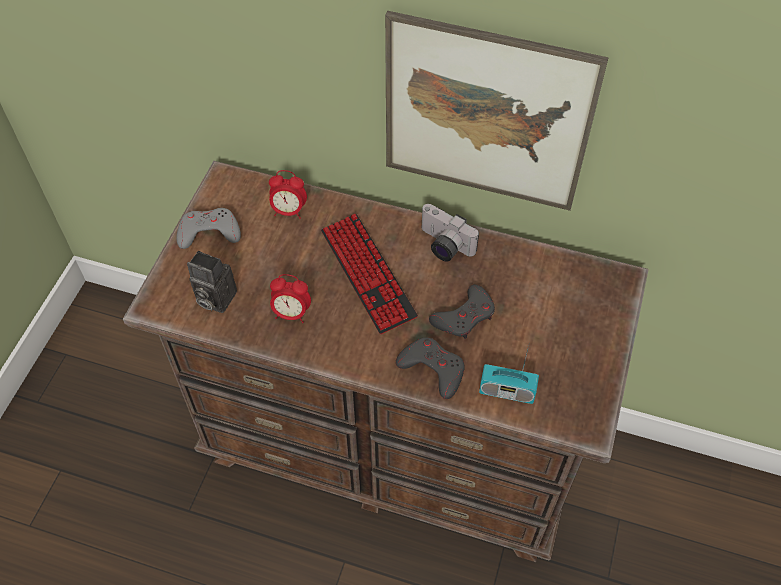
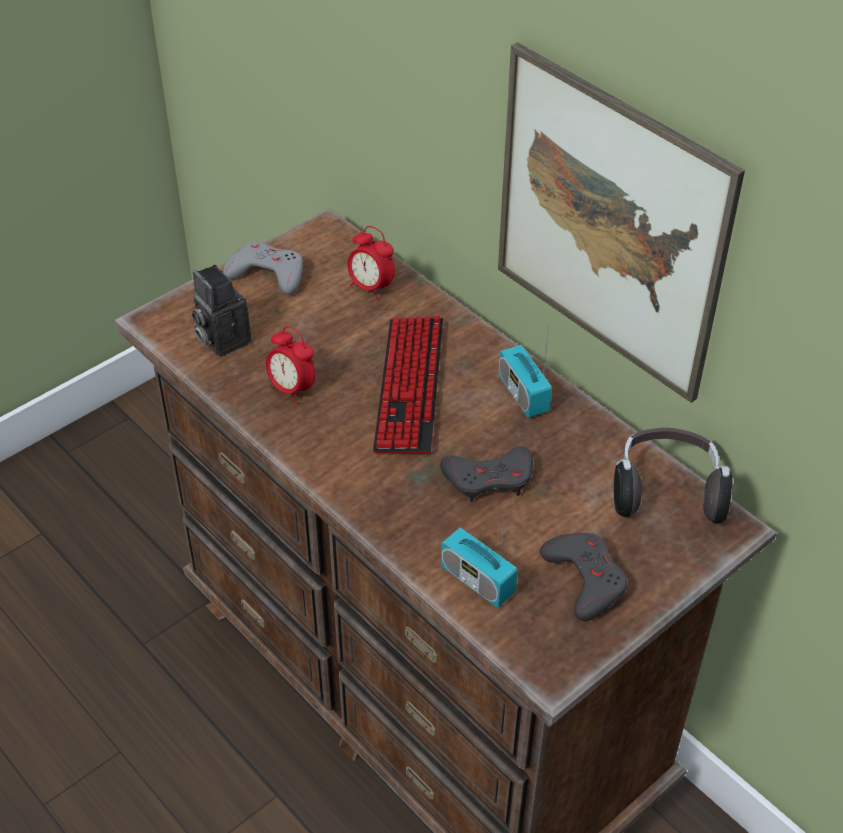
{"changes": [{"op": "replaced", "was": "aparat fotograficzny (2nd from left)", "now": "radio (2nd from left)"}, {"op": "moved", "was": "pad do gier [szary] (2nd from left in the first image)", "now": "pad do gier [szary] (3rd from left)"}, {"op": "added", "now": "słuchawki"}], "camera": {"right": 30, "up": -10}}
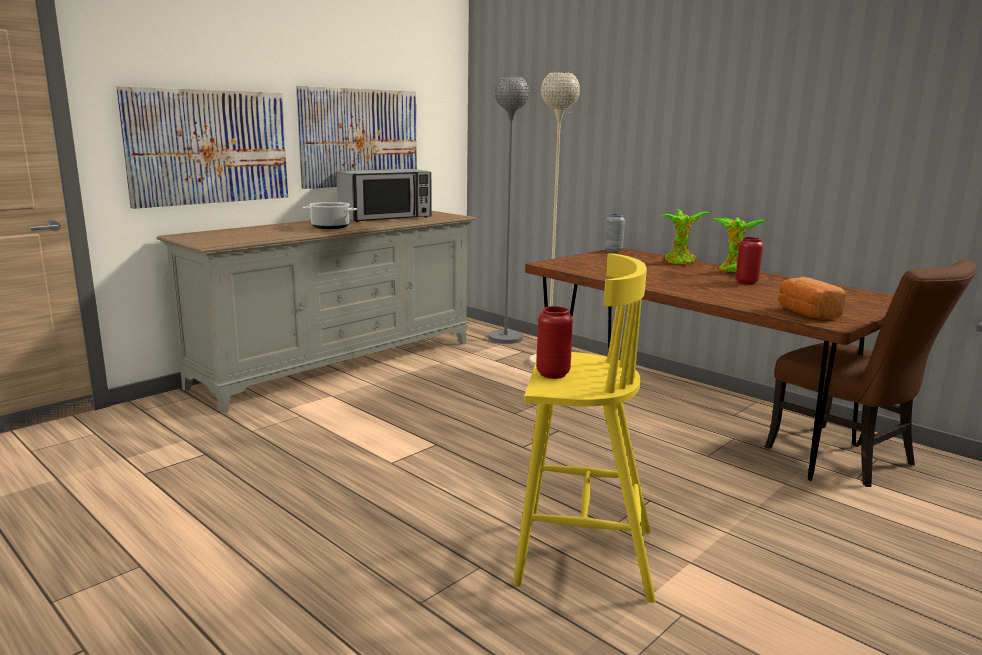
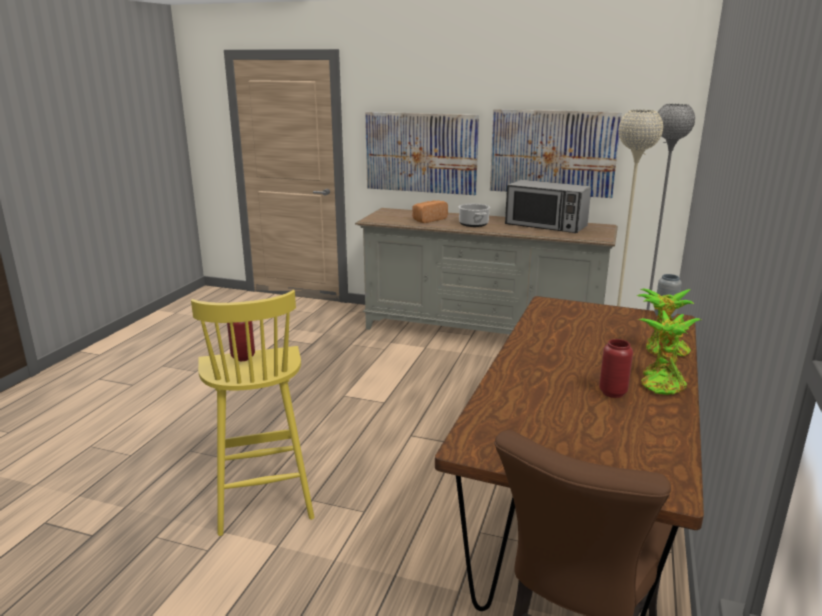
{"changes": [{"op": "moved", "was": "chleb"}], "camera": {"right": 65, "up": 5}}
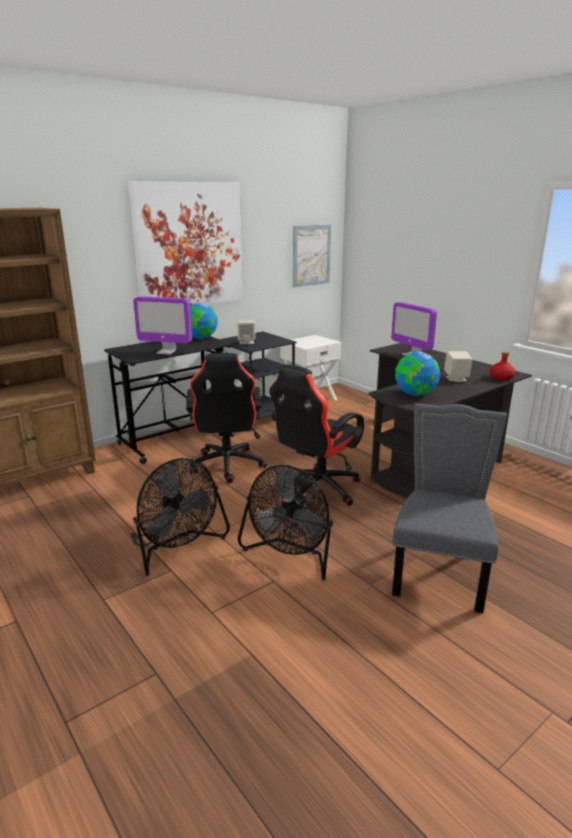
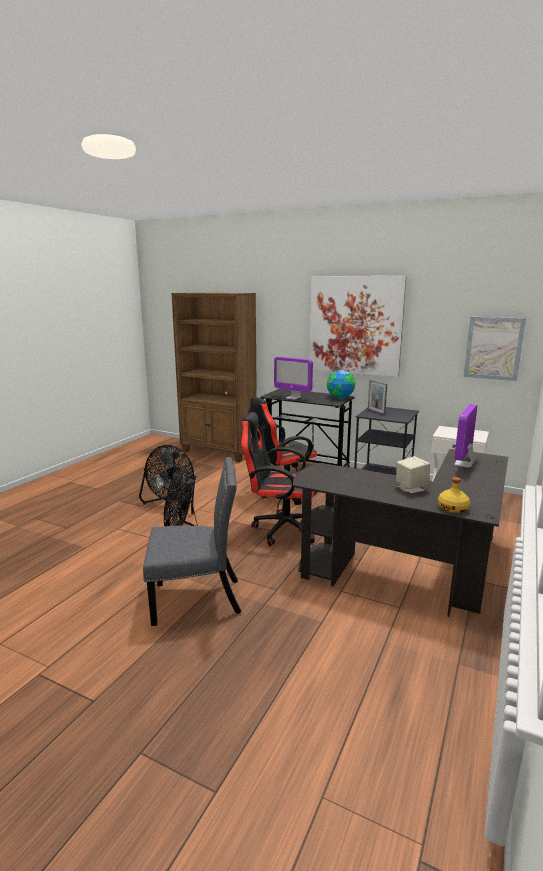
{"changes": [{"op": "turned", "was": "monitor (1st from left)", "clockwise": -45}, {"op": "replaced", "was": "głośnik [beżowy] (1st from left)", "now": "ramka na zdjęcie"}, {"op": "recoloured", "was": "butelka [czerwony]", "now": "butelka [żółty]"}, {"op": "removed", "was": "globus (2nd from left)"}], "camera": {"right": 65, "up": -5}}
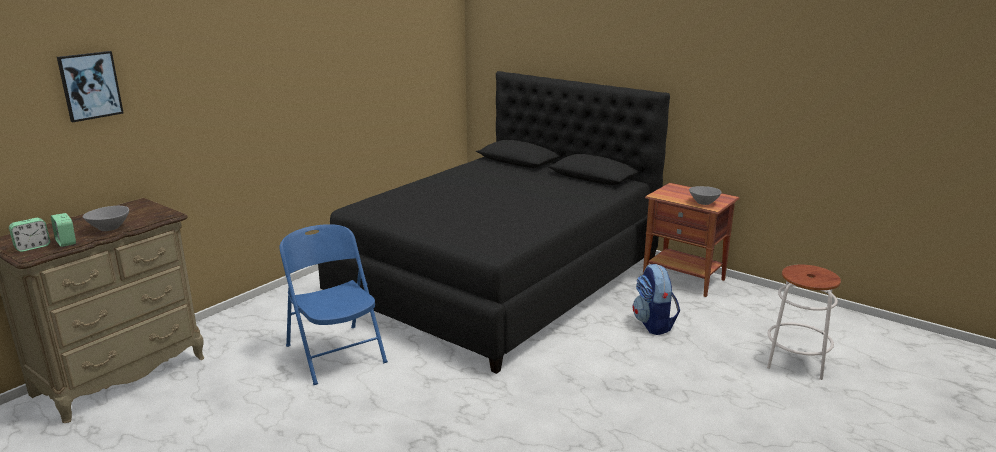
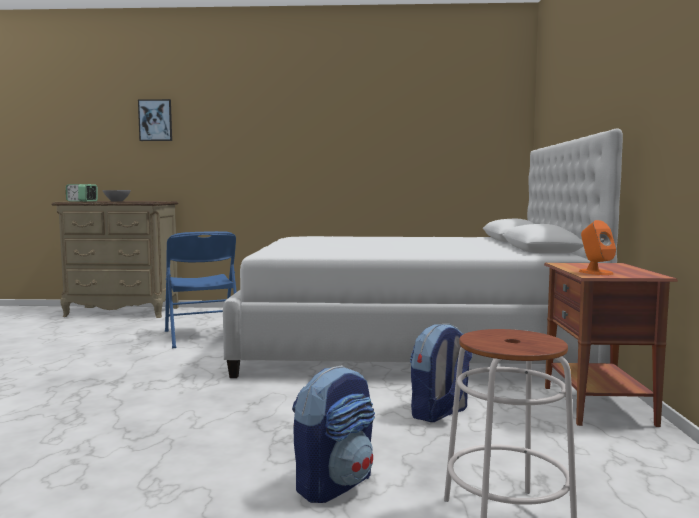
{"changes": [{"op": "turned", "was": "krzesło [niebieski]", "clockwise": 135}, {"op": "recoloured", "was": "łóżko [czarny]", "now": "łóżko [biały]"}, {"op": "added", "now": "plecak (1st from left)"}, {"op": "replaced", "was": "miska [szary] (2nd from left)", "now": "głośnik [pomarańczowy]"}], "camera": {"right": 55, "up": -15}}
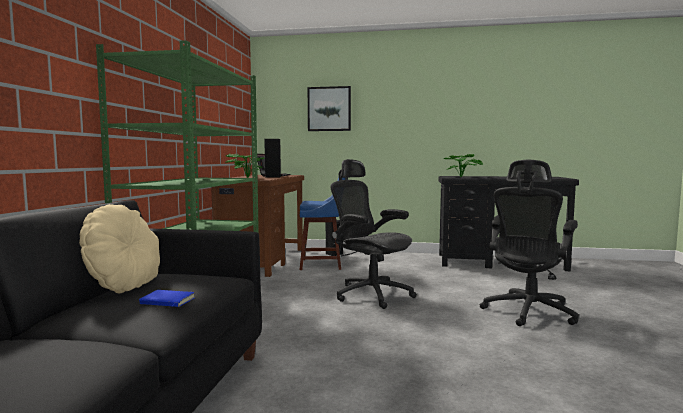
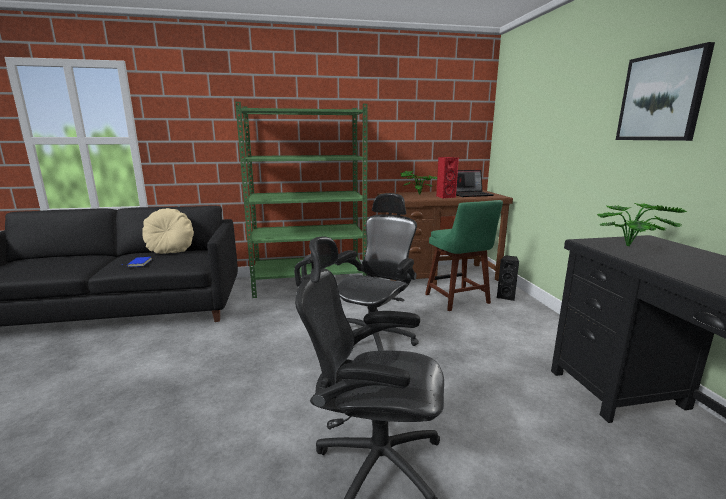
{"changes": [{"op": "recoloured", "was": "krzesło [niebieski]", "now": "krzesło [zielony]"}, {"op": "recoloured", "was": "głośnik [czarny] (1st from left)", "now": "głośnik [czerwony]"}, {"op": "moved", "was": "obraz"}], "camera": {"right": 70, "up": 10}}
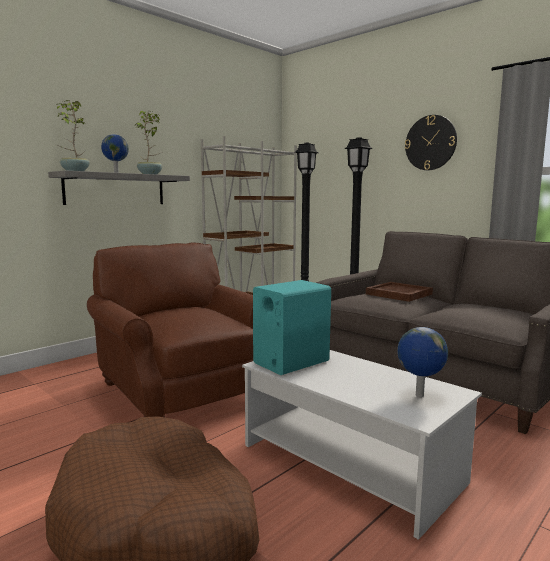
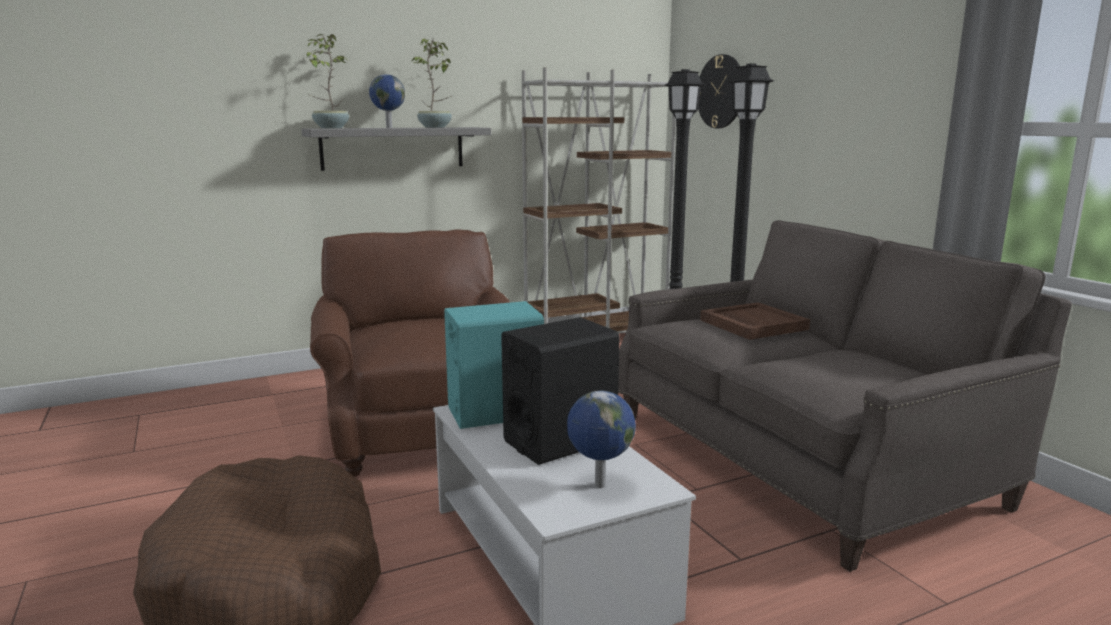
{"changes": [{"op": "added", "now": "głośnik [czarny]"}, {"op": "moved", "was": "zegar ścienny"}], "camera": {"right": 20, "up": 5}}
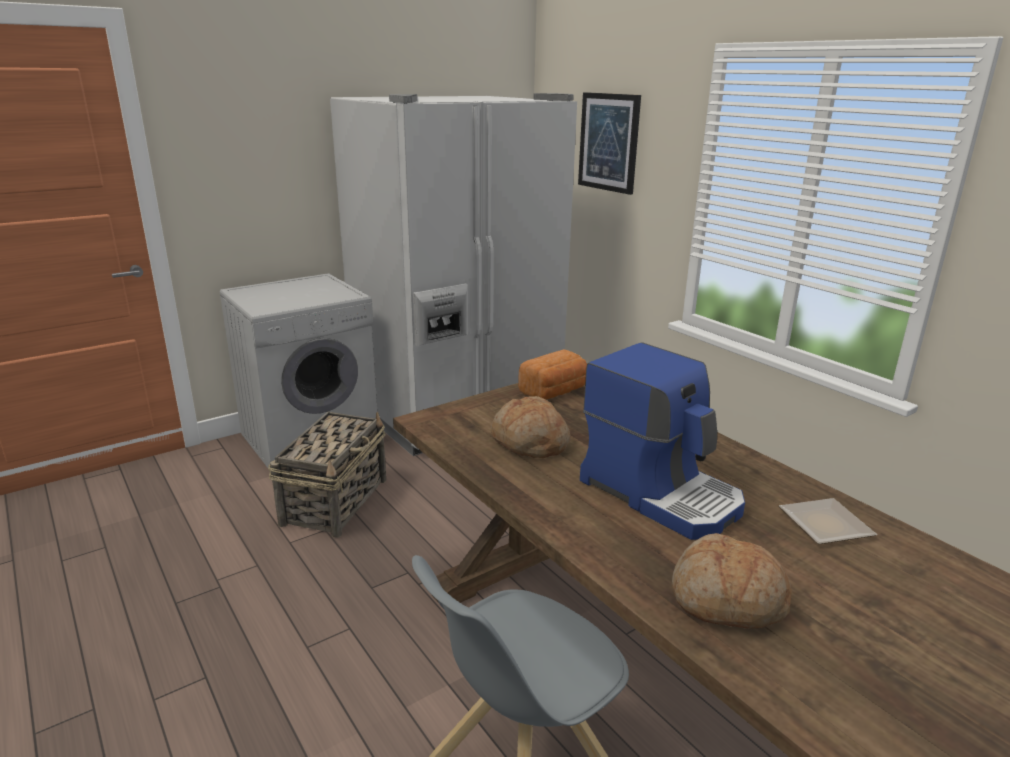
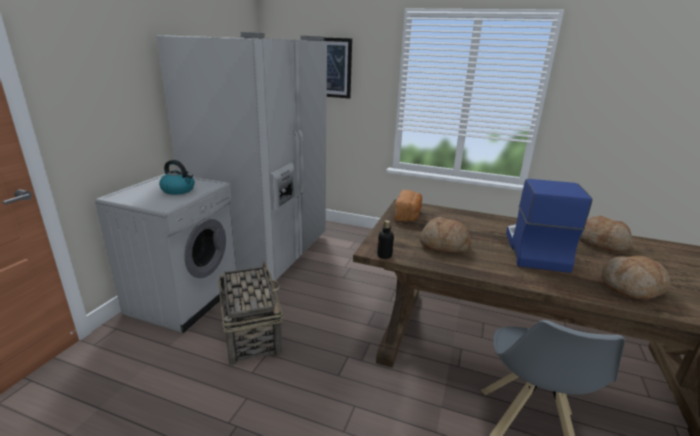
{"changes": [{"op": "added", "now": "czajnik"}, {"op": "added", "now": "butelka"}, {"op": "turned", "was": "ekspres do kawy", "clockwise": -90}, {"op": "replaced", "was": "talerz", "now": "chleb (3rd from left)"}], "camera": {"right": -35, "up": 0}}
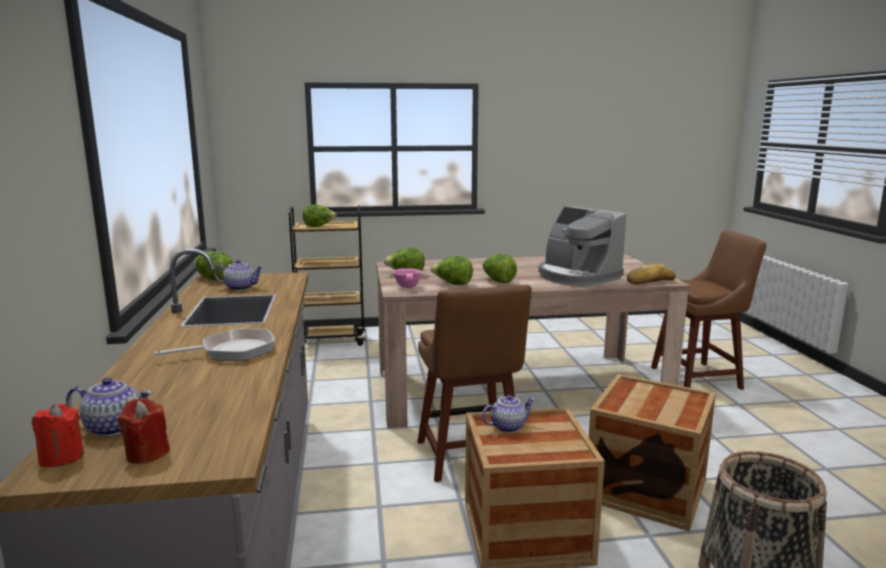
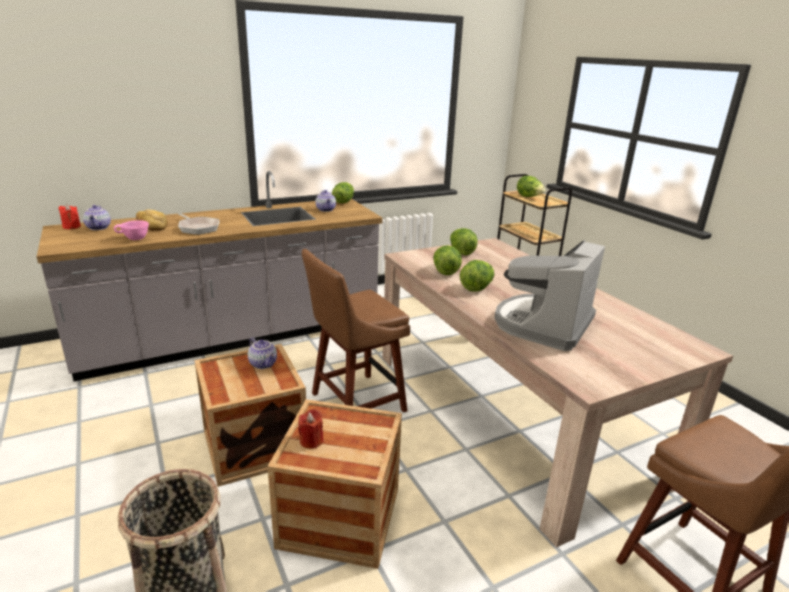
{"changes": [{"op": "moved", "was": "miska [różowy]"}, {"op": "moved", "was": "chleb"}, {"op": "moved", "was": "świeca [czerwony] (2nd from left)"}], "camera": {"right": 70, "up": 10}}
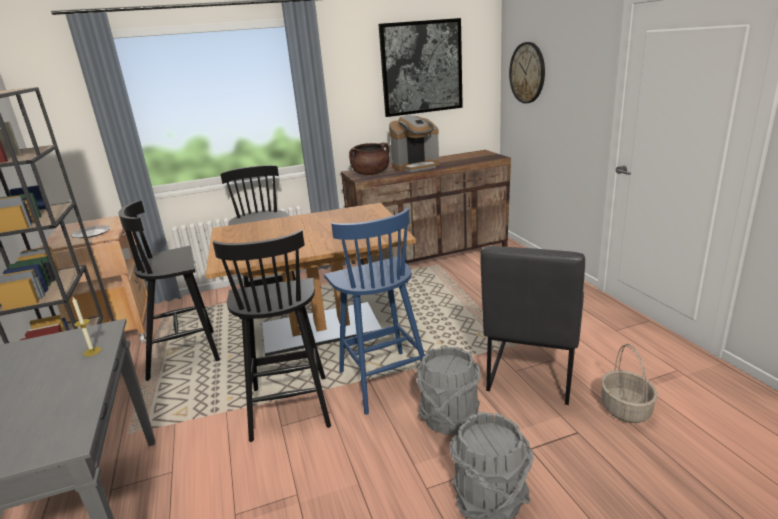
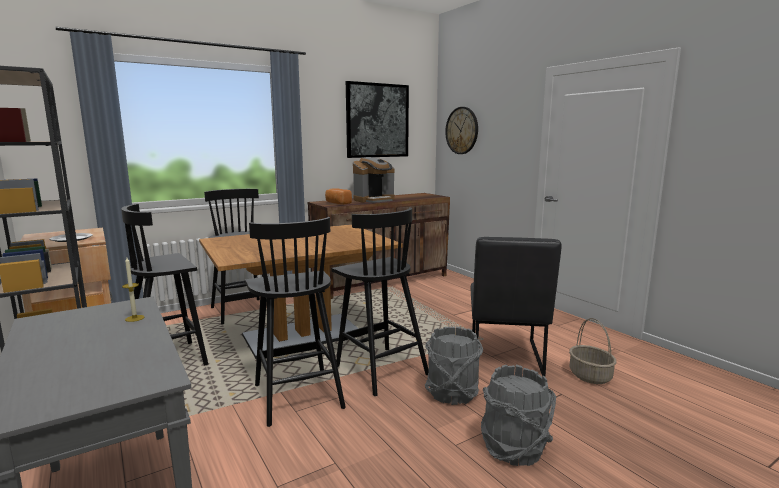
{"changes": [{"op": "replaced", "was": "garnek [brązowy]", "now": "chleb"}, {"op": "recoloured", "was": "stołek [niebieski]", "now": "stołek [czarny] (4th from left)"}], "camera": {"right": -15, "up": -10}}
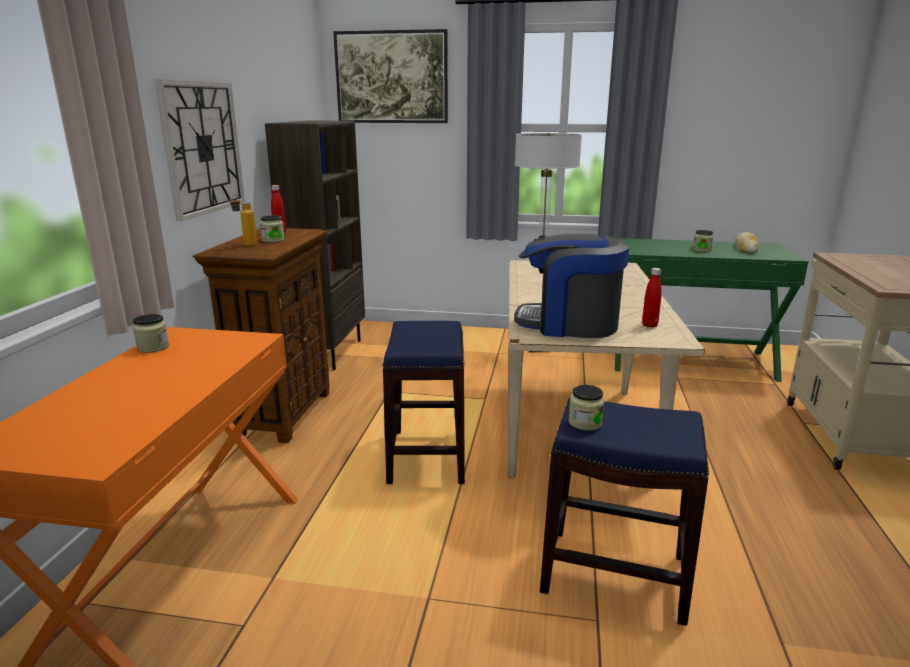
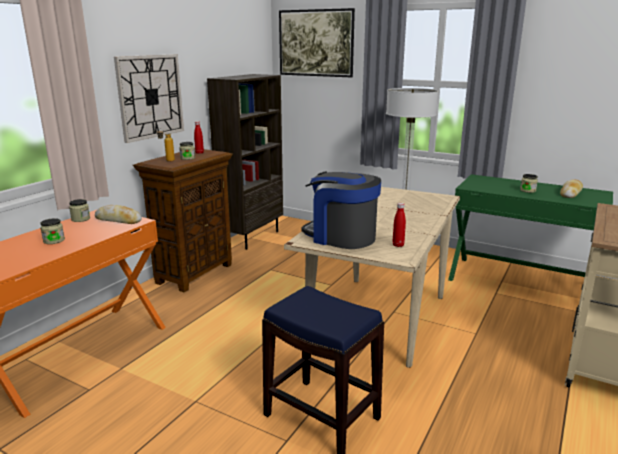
{"changes": [{"op": "moved", "was": "słoik (3rd from left in the first image)", "now": "słoik (1st from left)"}, {"op": "added", "now": "chleb (1st from left)"}, {"op": "removed", "was": "stołek (1st from left)"}], "camera": {"right": 20, "up": 0}}
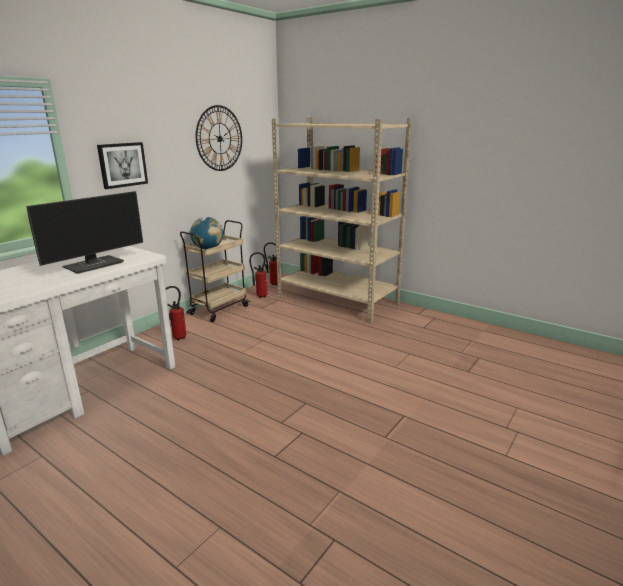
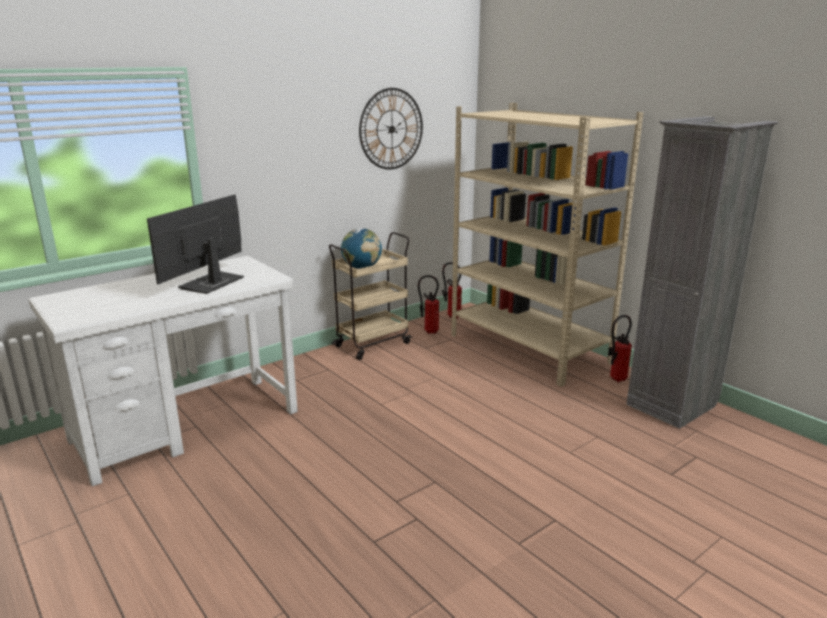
{"changes": [{"op": "turned", "was": "monitor", "clockwise": 150}, {"op": "moved", "was": "gaśnica (1st from left in the first image)", "now": "gaśnica (3rd from left)"}, {"op": "added", "now": "szafka [szary]"}, {"op": "removed", "was": "obraz"}], "camera": {"right": 15, "up": 0}}
